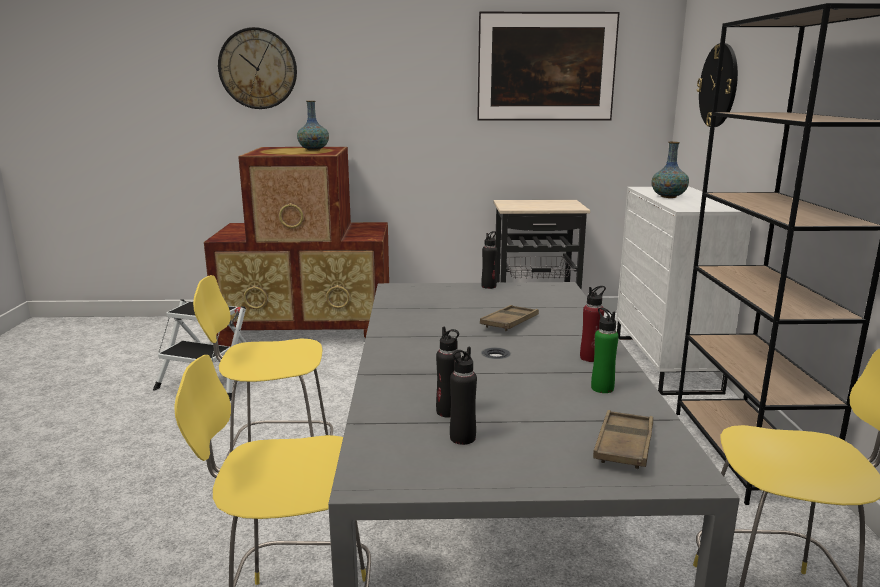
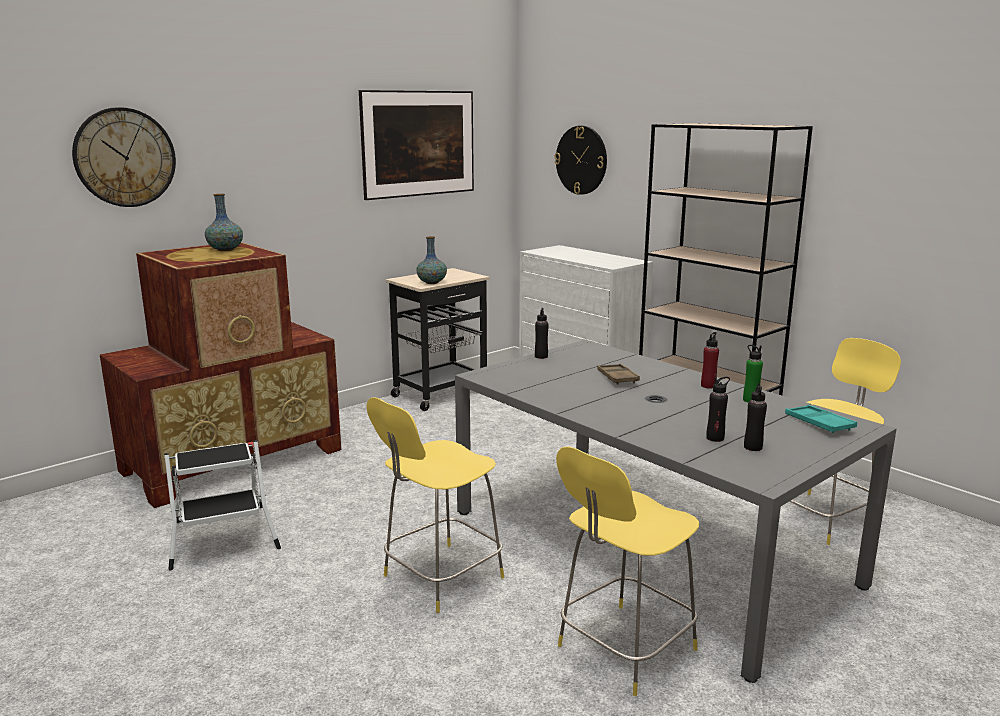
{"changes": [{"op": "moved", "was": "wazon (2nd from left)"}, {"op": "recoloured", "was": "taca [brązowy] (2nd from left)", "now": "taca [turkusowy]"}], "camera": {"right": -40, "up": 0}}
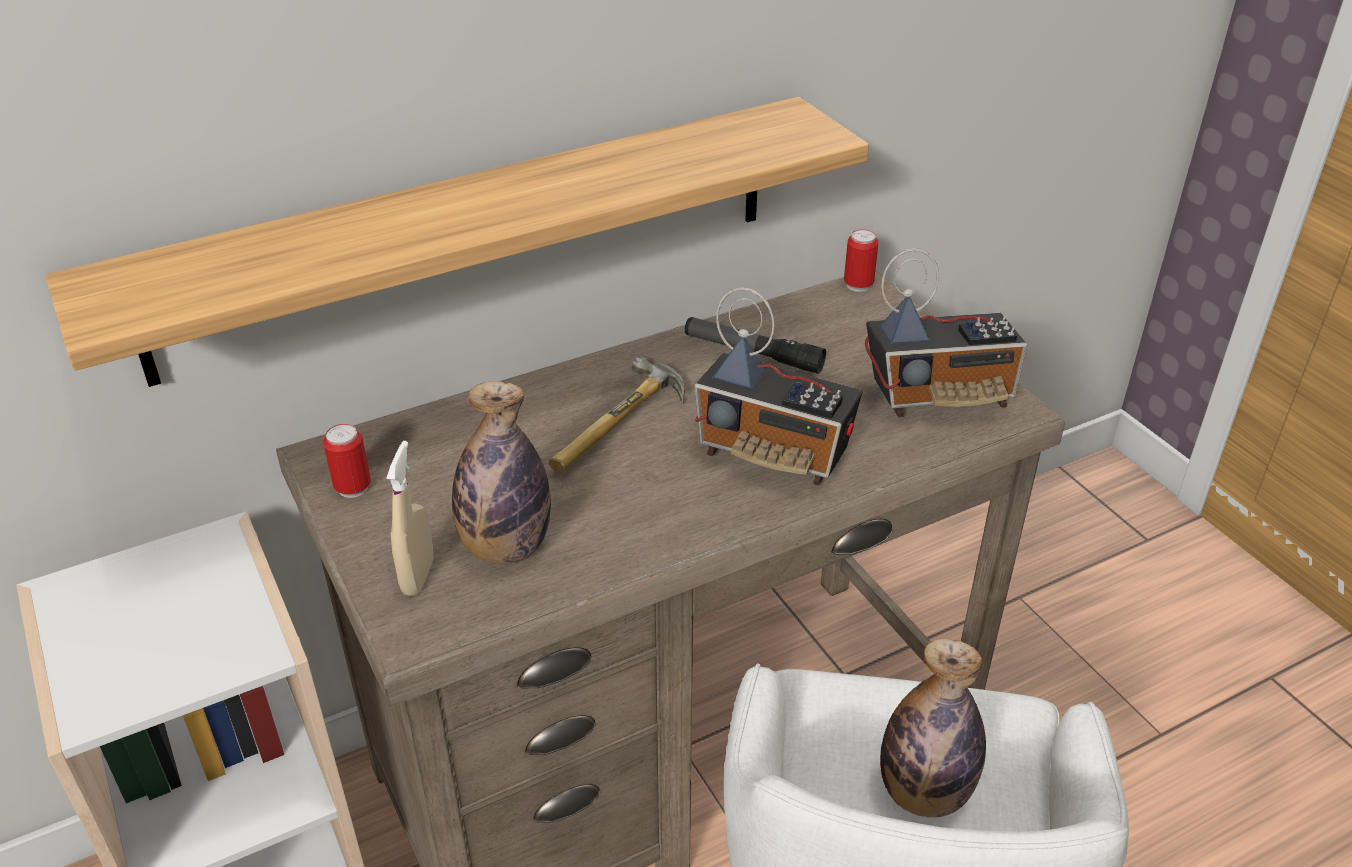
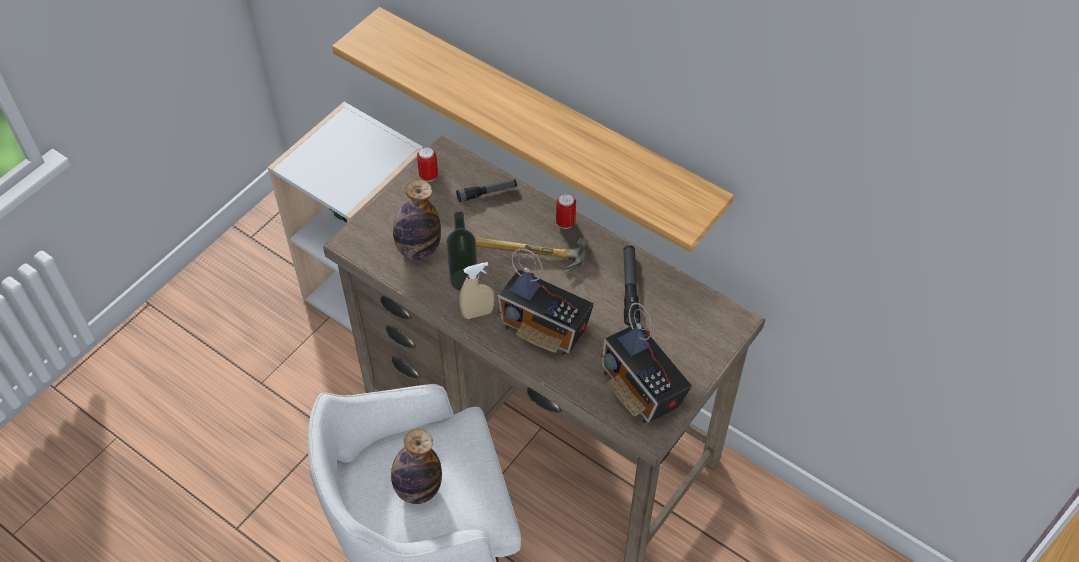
{"changes": [{"op": "added", "now": "butelka (3rd from left)"}, {"op": "added", "now": "latarka (1st from left)"}, {"op": "moved", "was": "spryskiwacz [beżowy]"}, {"op": "turned", "was": "radio (1st from left)", "clockwise": -60}, {"op": "moved", "was": "puszka (2nd from left)"}], "camera": {"right": 65, "up": 15}}
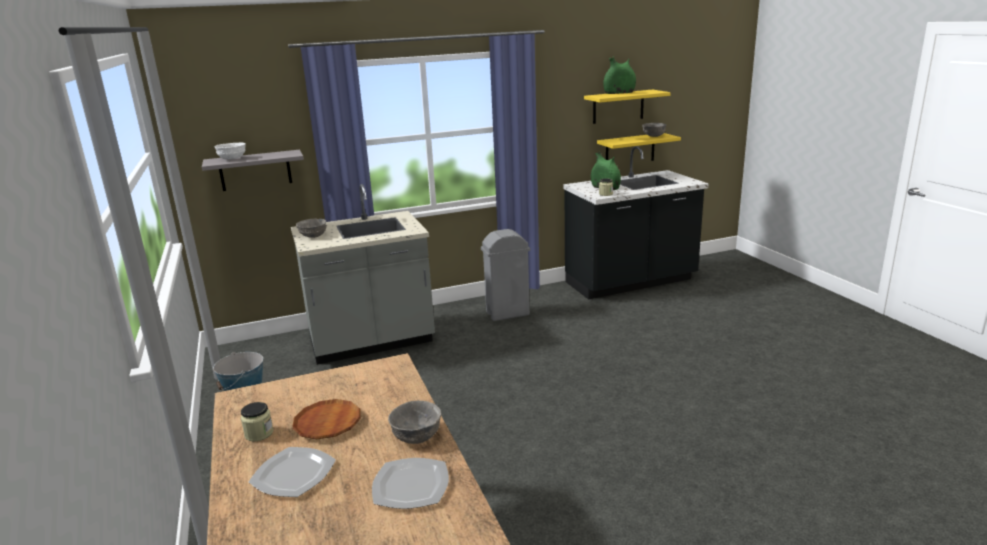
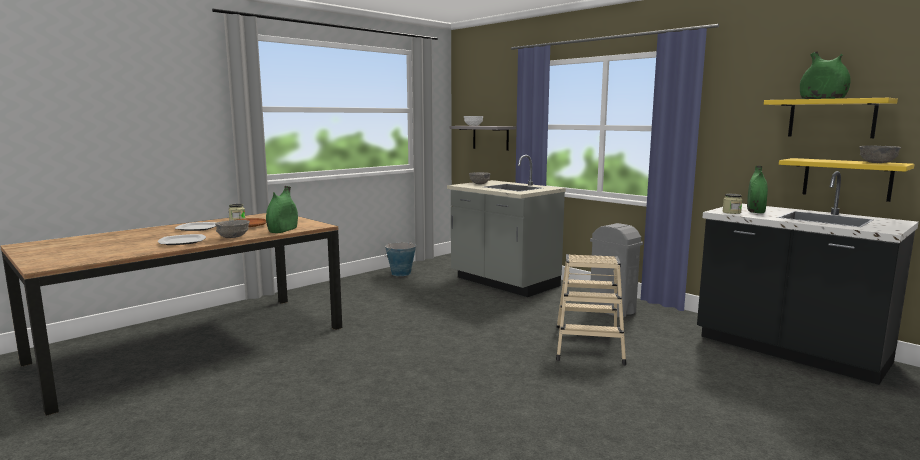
{"changes": [{"op": "added", "now": "wazon [zielony] (1st from left)"}, {"op": "added", "now": "drabinka [beżowy]"}], "camera": {"right": 65, "up": -10}}
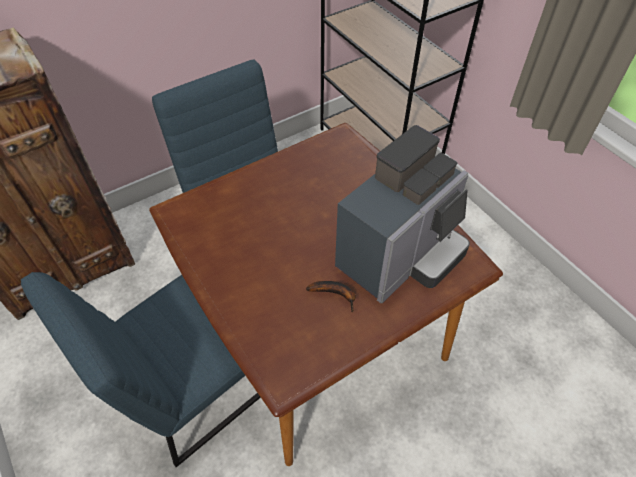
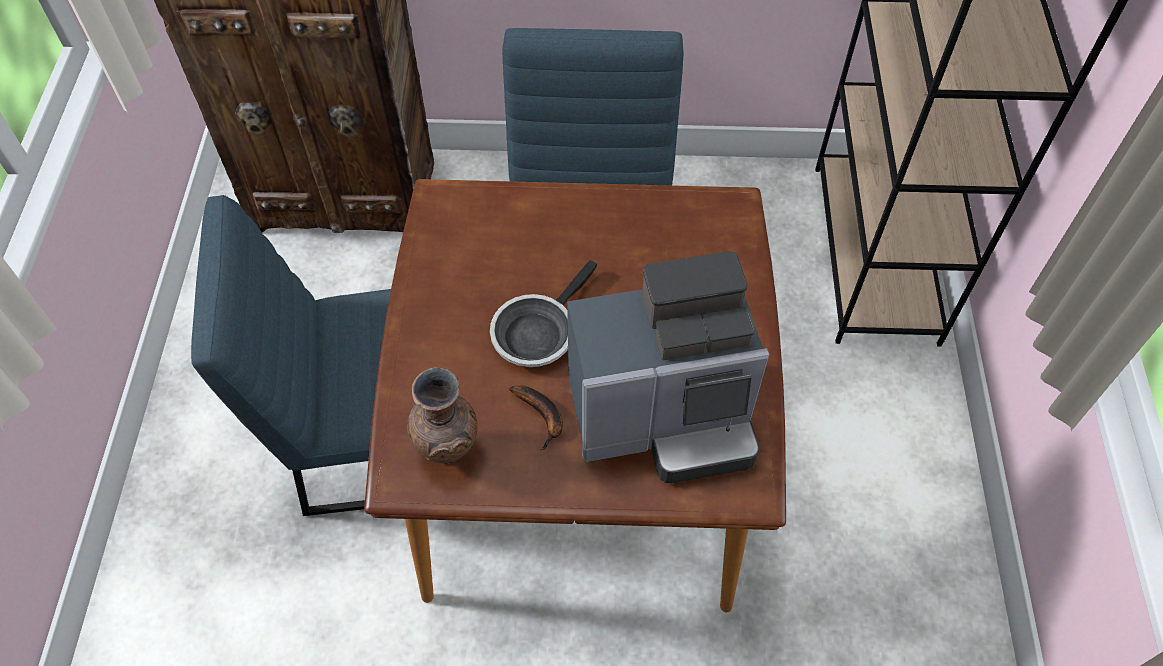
{"changes": [{"op": "added", "now": "wazon [brązowy]"}, {"op": "added", "now": "patelnia"}], "camera": {"right": 35, "up": 5}}
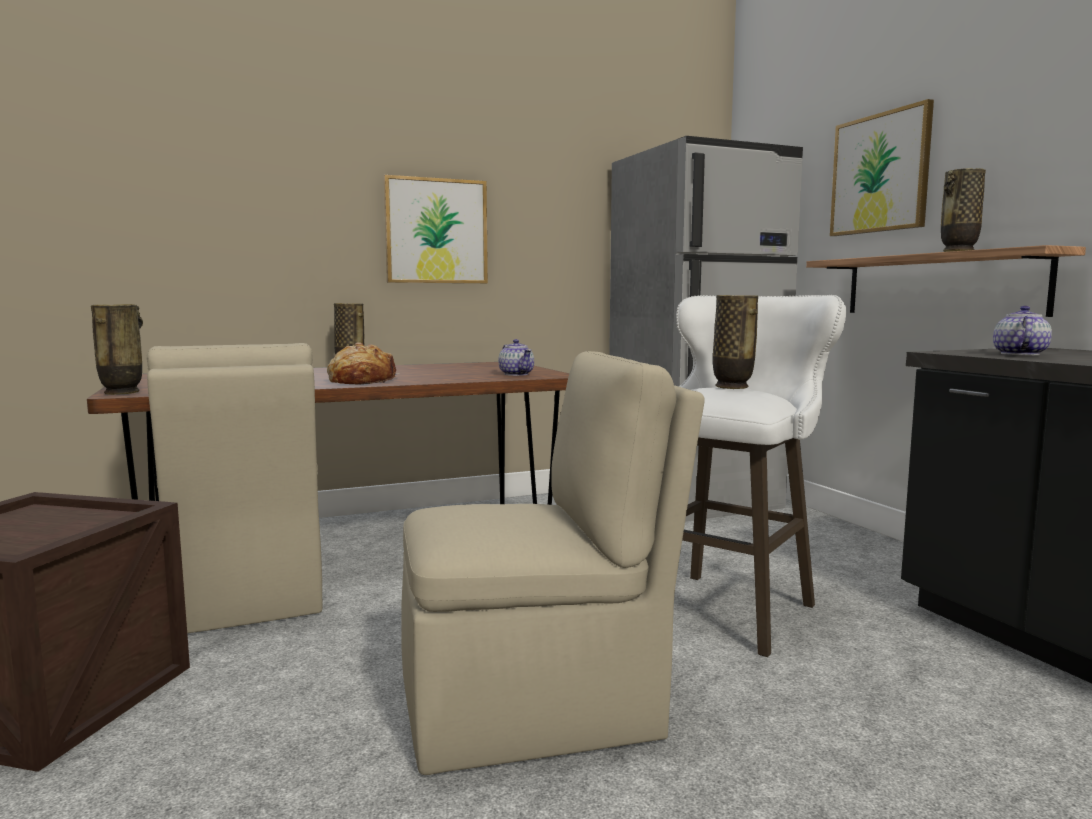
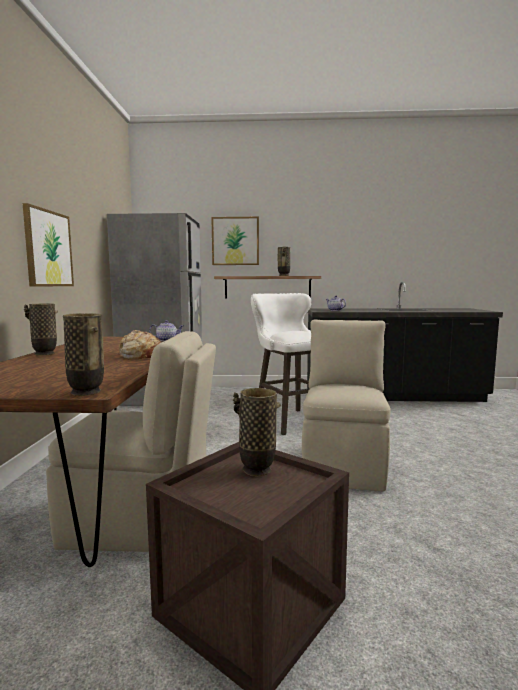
{"changes": [{"op": "moved", "was": "wazon (3rd from left)"}], "camera": {"right": -65, "up": 0}}
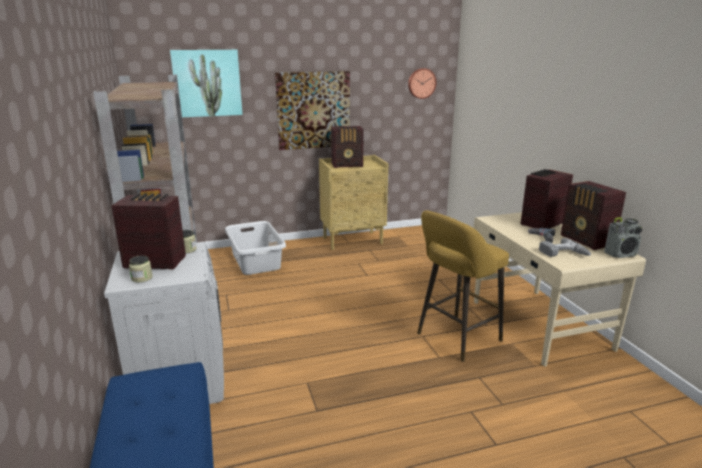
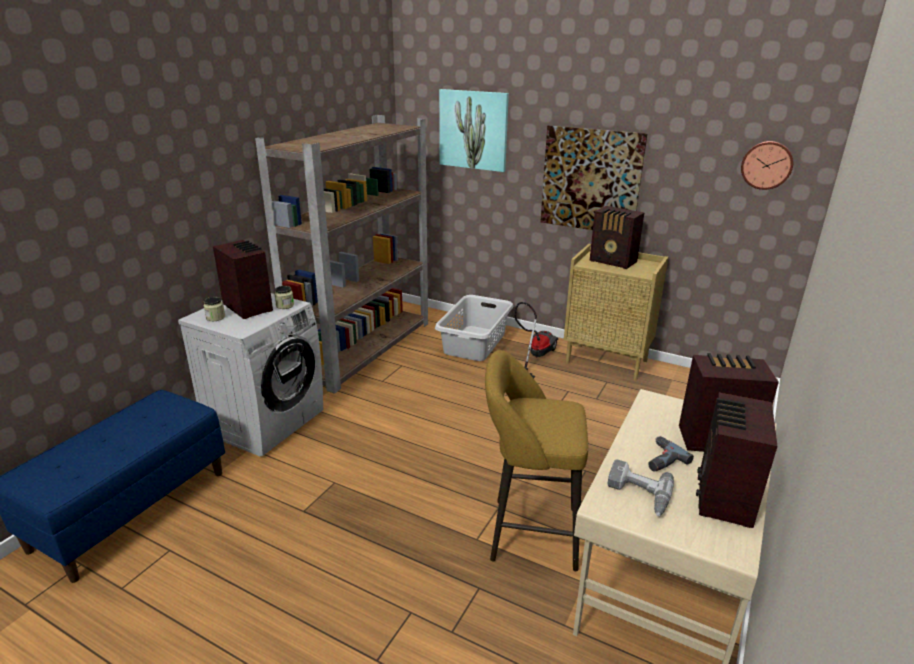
{"changes": [{"op": "added", "now": "odkurzacz"}, {"op": "removed", "was": "radio (5th from left)"}], "camera": {"right": 45, "up": 5}}
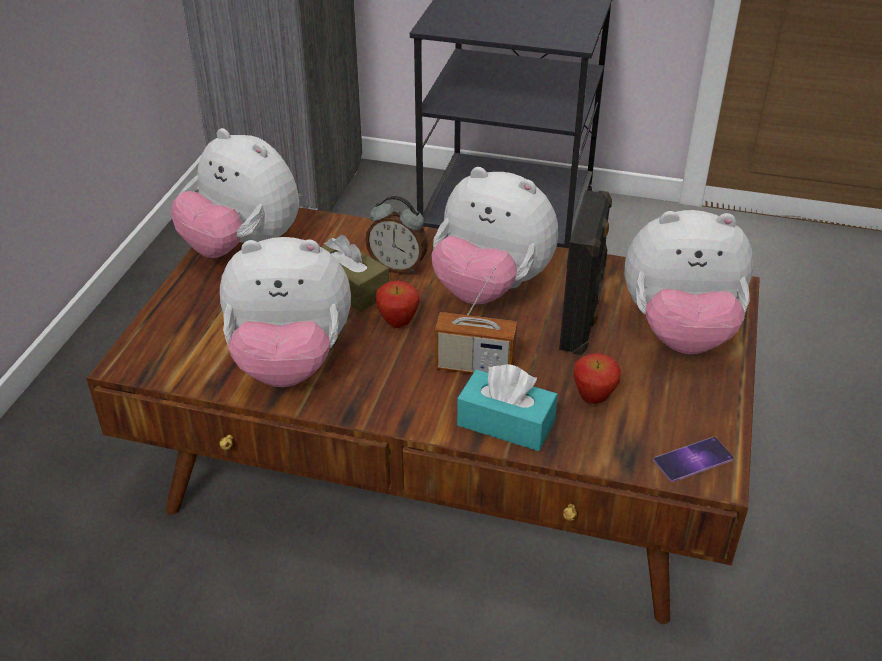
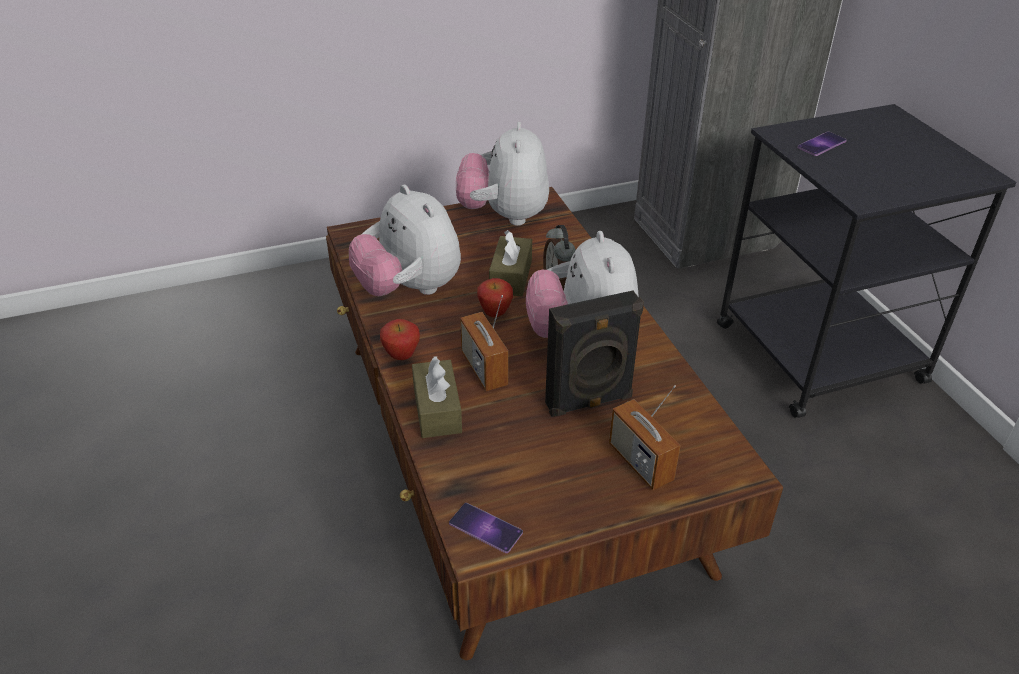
{"changes": [{"op": "moved", "was": "jabłko (2nd from left in the first image)", "now": "jabłko (1st from left)"}, {"op": "recoloured", "was": "pudełko chusteczek [turkusowy]", "now": "pudełko chusteczek [brązowy] (1st from left)"}, {"op": "replaced", "was": "pluszak (4th from left)", "now": "radio (2nd from left)"}, {"op": "added", "now": "telefon (2nd from left)"}], "camera": {"right": 55, "up": 0}}
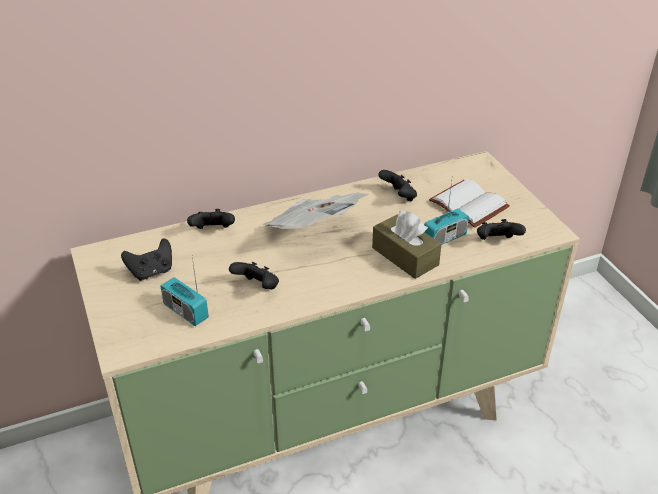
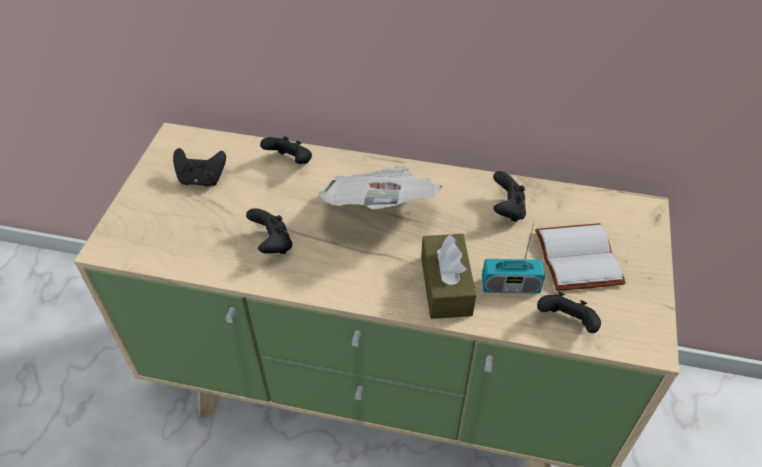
{"changes": [{"op": "removed", "was": "radio (1st from left)"}], "camera": {"right": 35, "up": 10}}
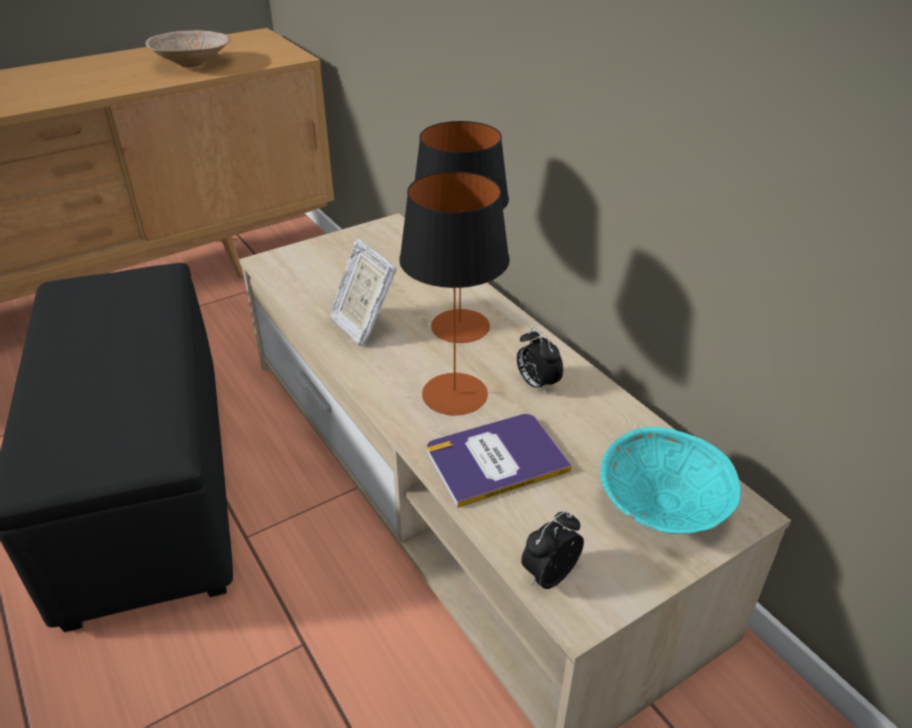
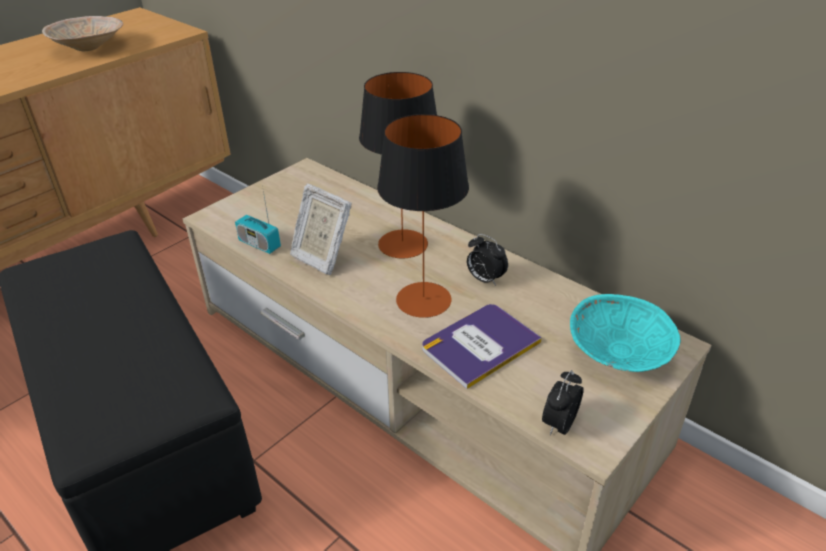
{"changes": [{"op": "added", "now": "radio"}], "camera": {"right": -15, "up": 0}}
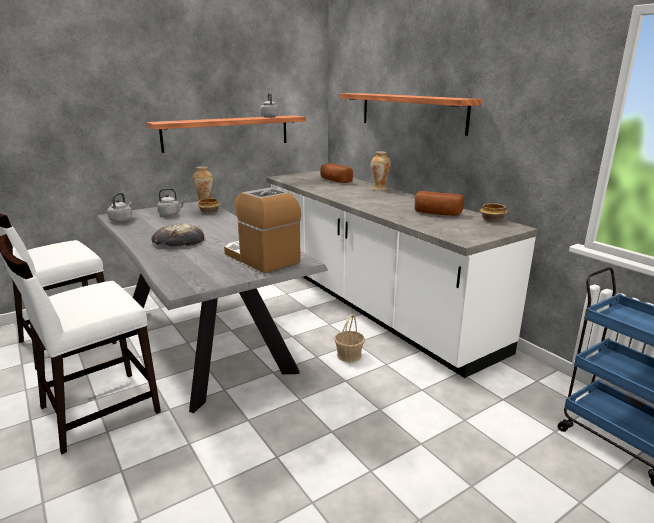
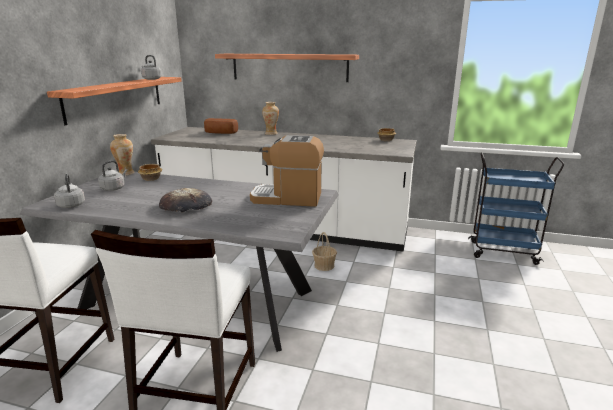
{"changes": [{"op": "removed", "was": "chleb (3rd from left)"}], "camera": {"right": -40, "up": 0}}
